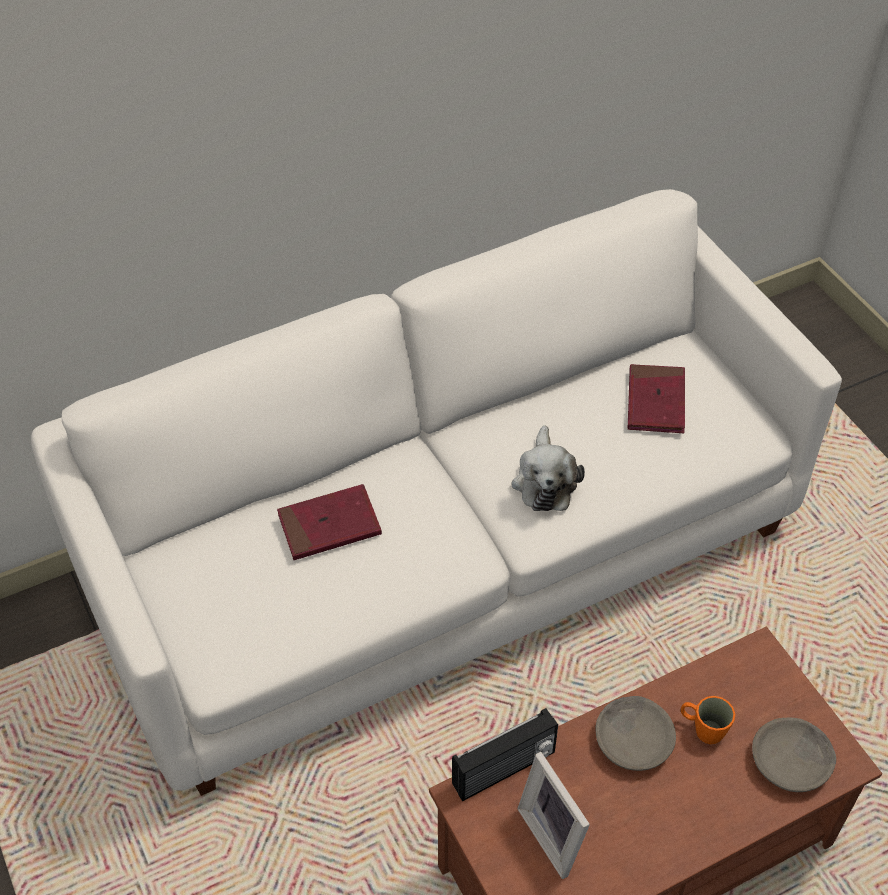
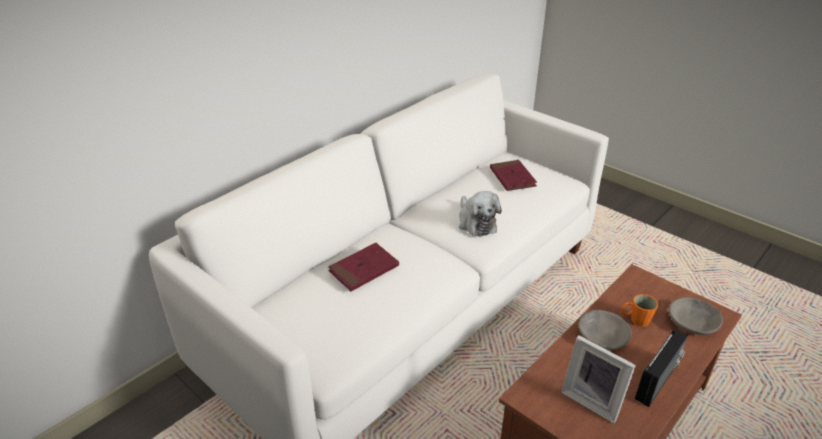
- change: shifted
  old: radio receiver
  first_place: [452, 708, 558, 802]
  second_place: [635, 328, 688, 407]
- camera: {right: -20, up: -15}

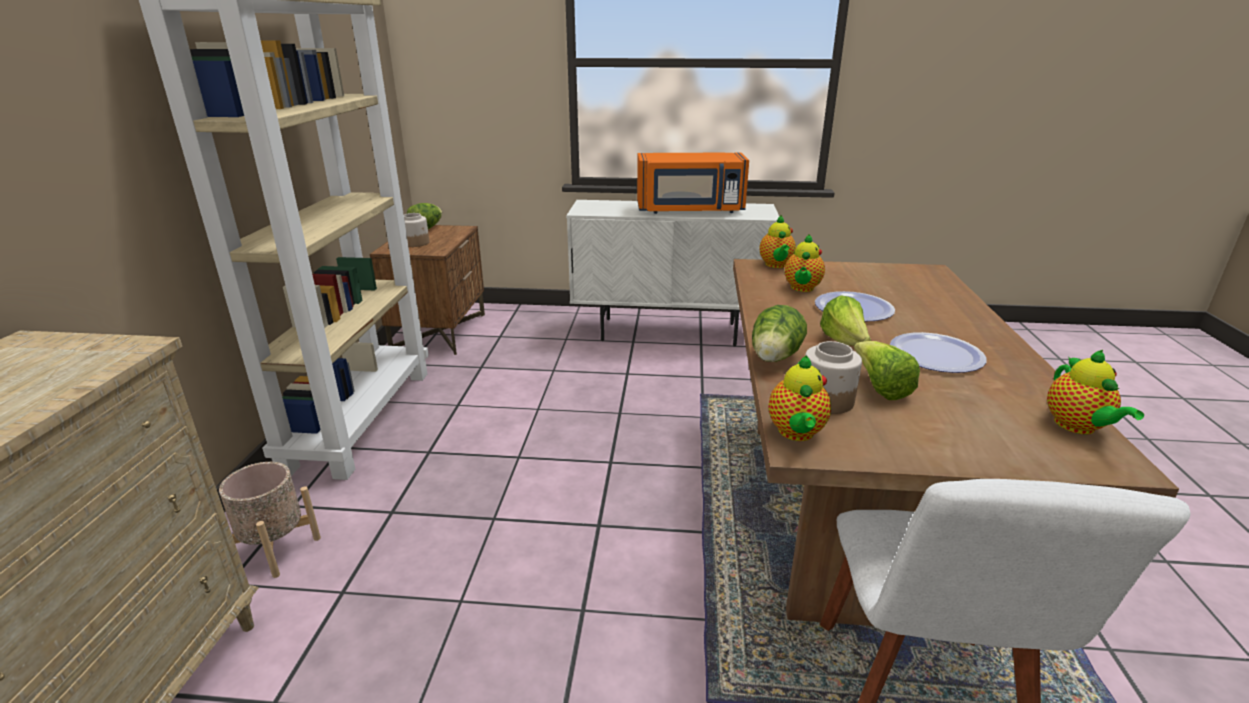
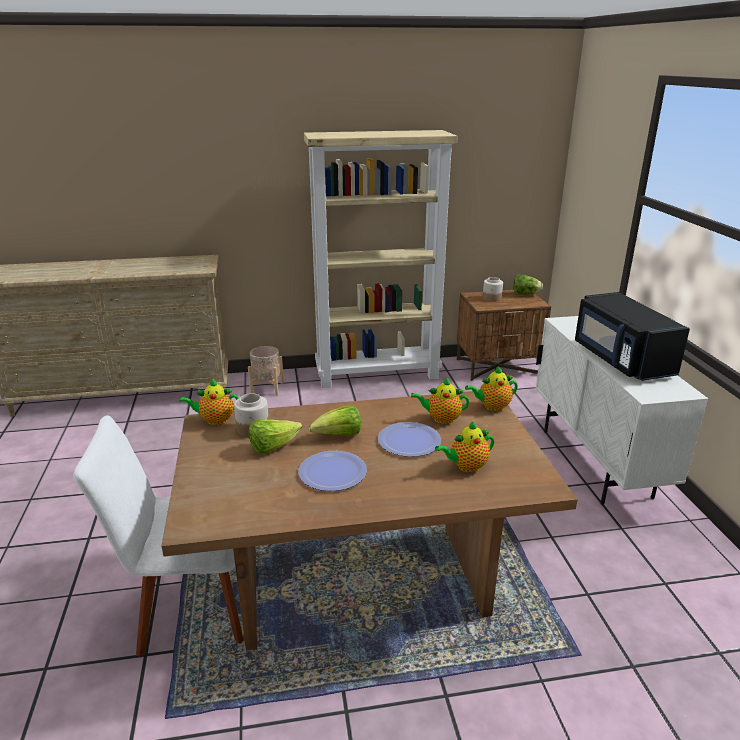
- change: repainted
  old: microwave (orange)
  new: microwave (black)
  first_place: [637, 152, 749, 214]
  second_place: [575, 292, 690, 381]
- change: gone
  old: lettuce
  first_place: [752, 305, 807, 362]
- change: shifted
  old: tea pot
  first_place: [1047, 350, 1144, 435]
  second_place: [435, 421, 494, 473]
- camera: {right: 75, up: 0}

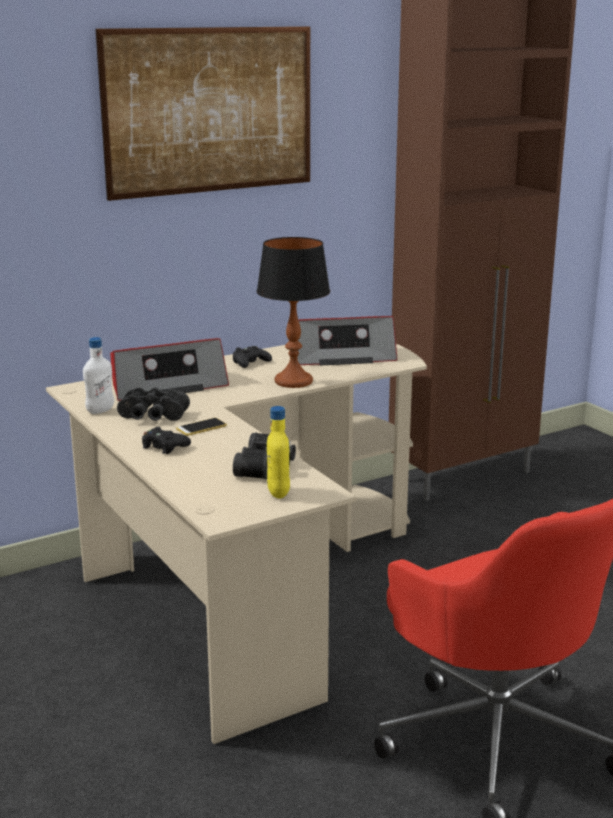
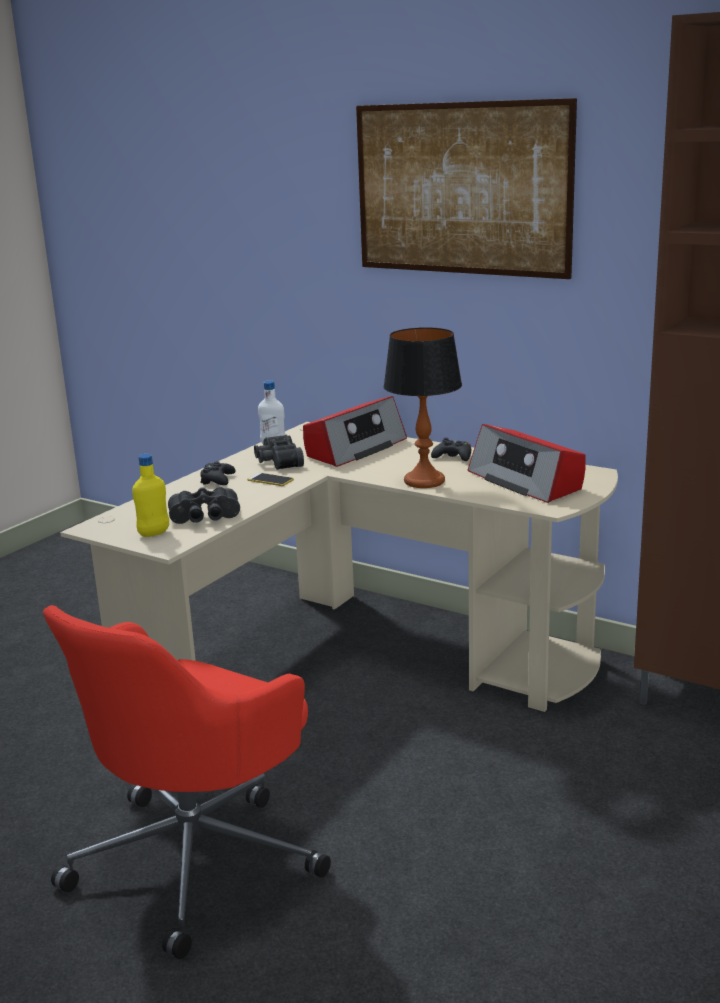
- change: rotated
  old: radio receiver
  first_place: [110, 338, 229, 401]
  second_place: [303, 396, 407, 467]
  degrees: -90
- camera: {right: 65, up: 0}

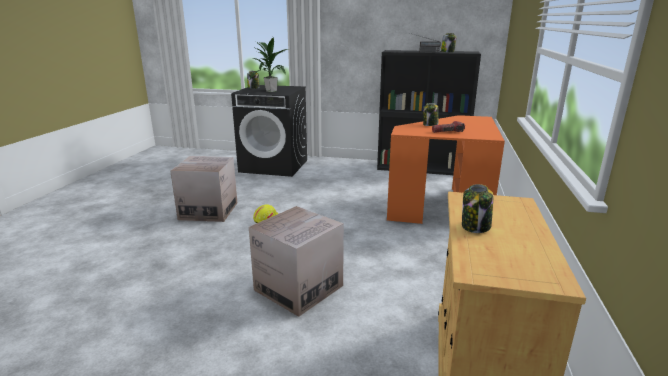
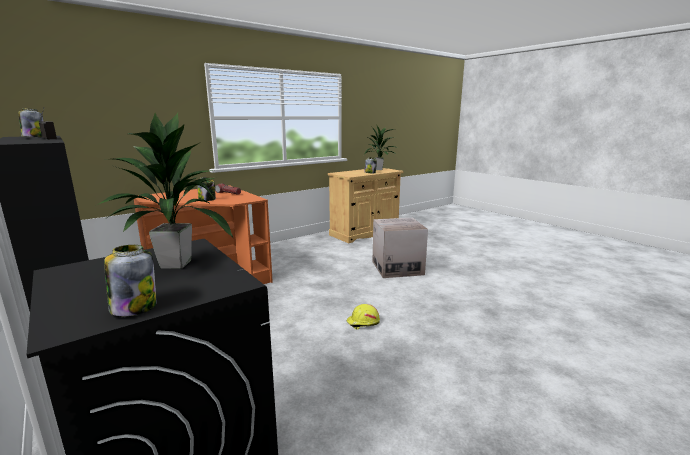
- change: gone
  old: carton
  first_place: [170, 156, 237, 222]
- change: new
  new: plant in a pot
  second_place: [364, 124, 397, 170]
- camera: {right: -140, up: -5}

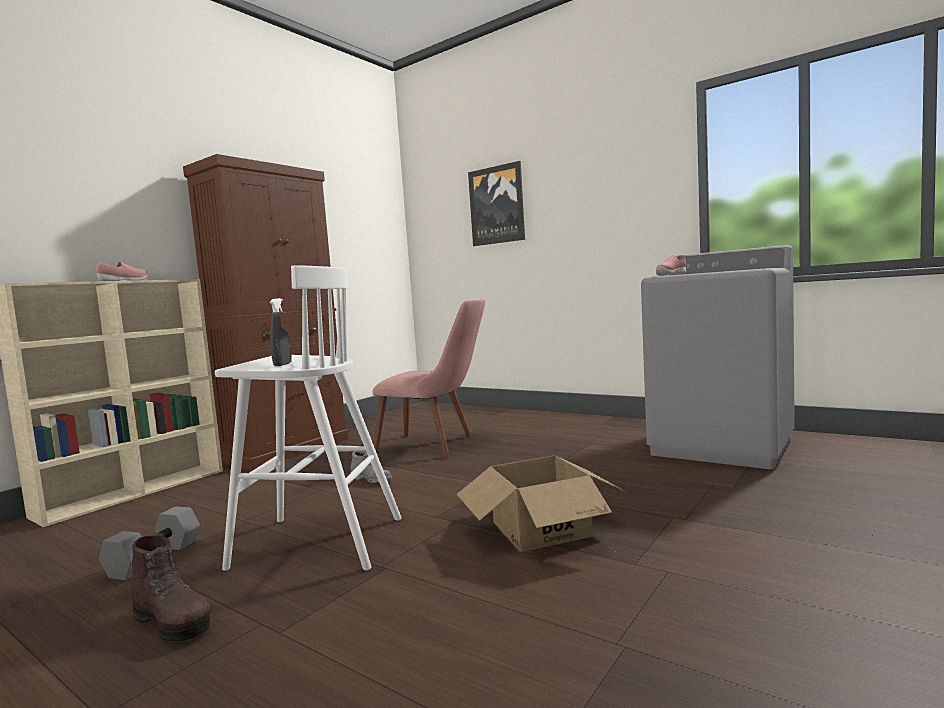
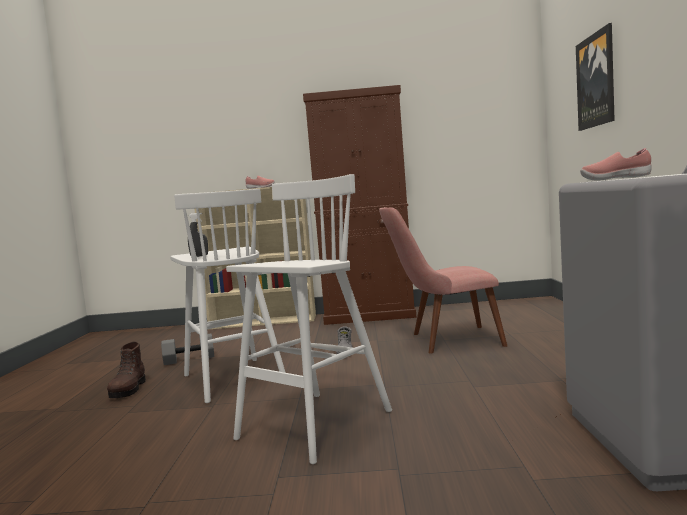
- change: rotated
  old: upright chair (pinkish)
  first_place: [373, 299, 485, 459]
  second_place: [379, 207, 507, 354]
  degrees: 105
- change: swapped
  old: carton
  new: stool (white-coloured)
  first_place: [457, 455, 624, 552]
  second_place: [226, 174, 392, 464]
- camera: {right: 55, up: 0}

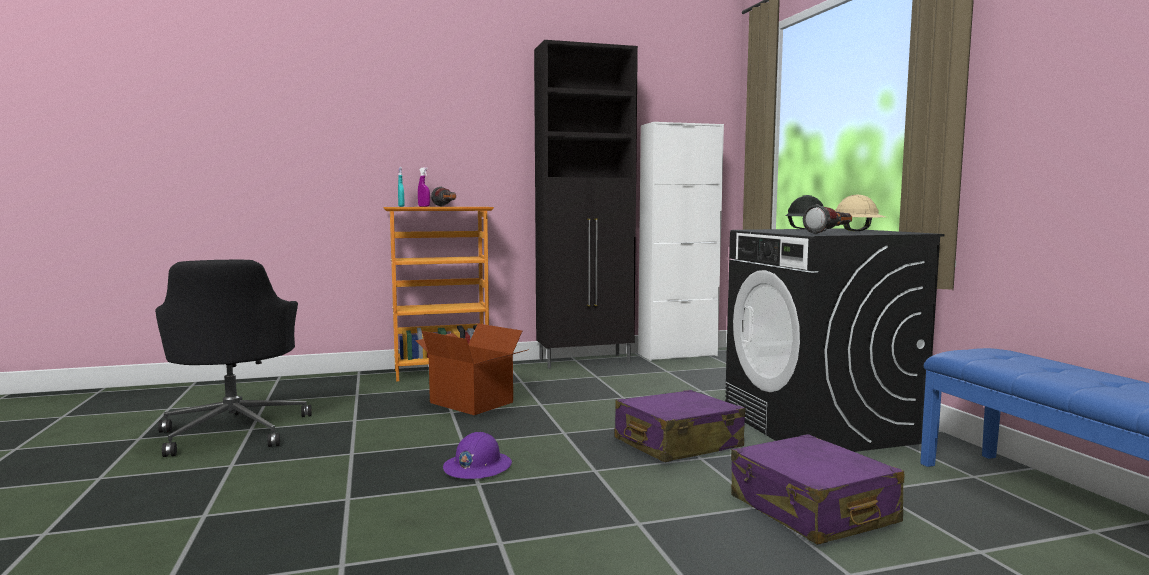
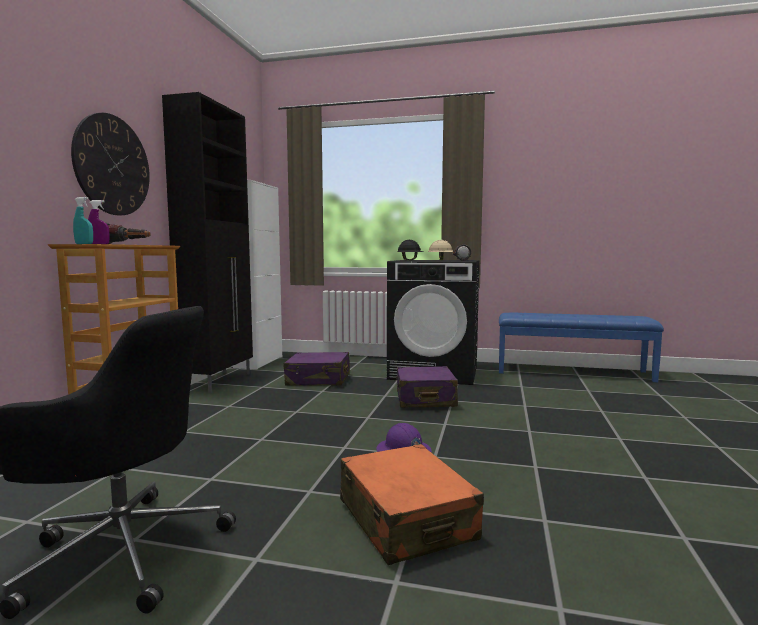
- change: gone
  old: carton
  first_place: [416, 324, 527, 415]
- change: shifted
  old: suitcase (purple)
  first_place: [731, 434, 904, 545]
  second_place: [284, 352, 350, 386]
- change: new
  new: wall clock
  second_place: [71, 113, 150, 215]
- change: new
  new: suitcase (orange)
  second_place: [340, 444, 484, 565]
- camera: {right: -60, up: 0}

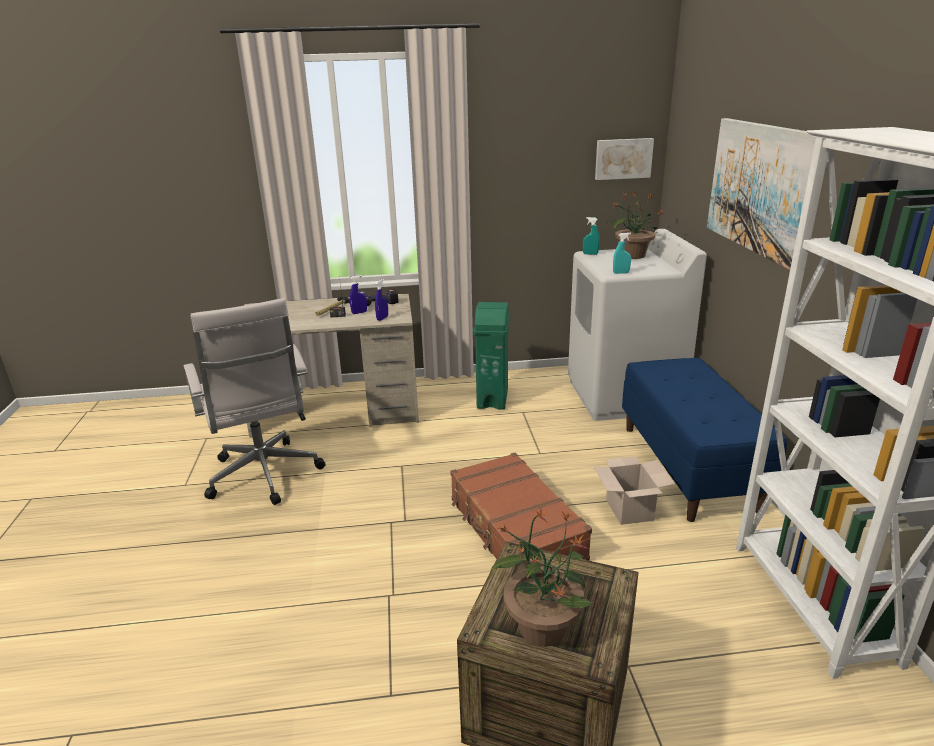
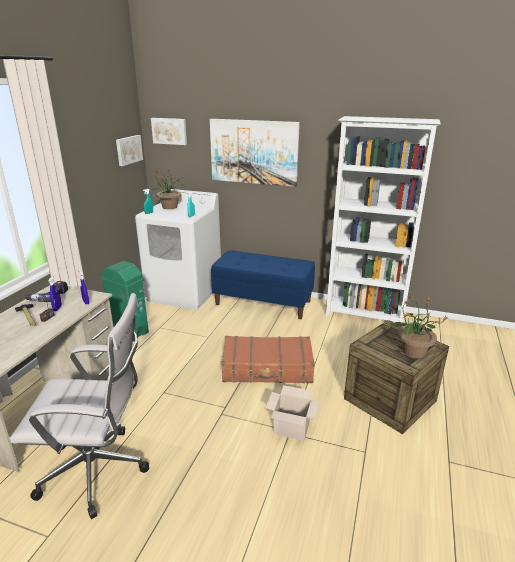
- change: shifted
  old: carton
  first_place: [594, 456, 675, 525]
  second_place: [266, 385, 320, 441]
- change: new
  new: picture
  second_place: [151, 118, 187, 145]
- camera: {right: -65, up: 0}

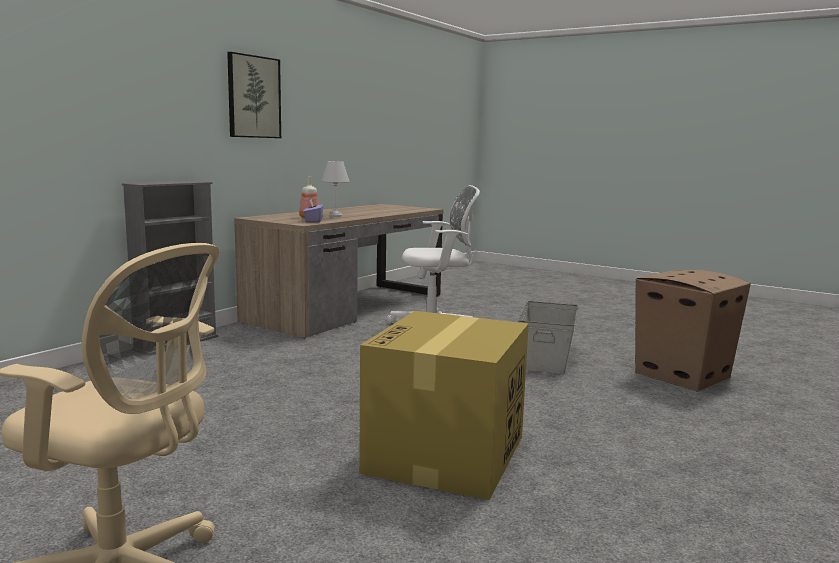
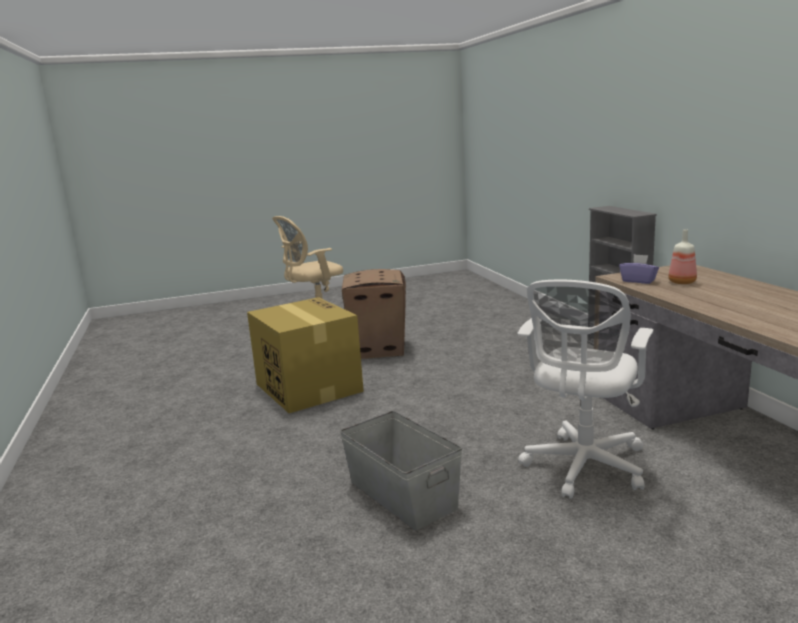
- change: gone
  old: picture
  first_place: [227, 52, 281, 138]
- change: gone
  old: lamp for a table (white-coloured)
  first_place: [321, 161, 350, 217]
- change: shifted
  old: carton
  first_place: [635, 270, 751, 392]
  second_place: [342, 269, 406, 359]
- camera: {right: 130, up: 5}

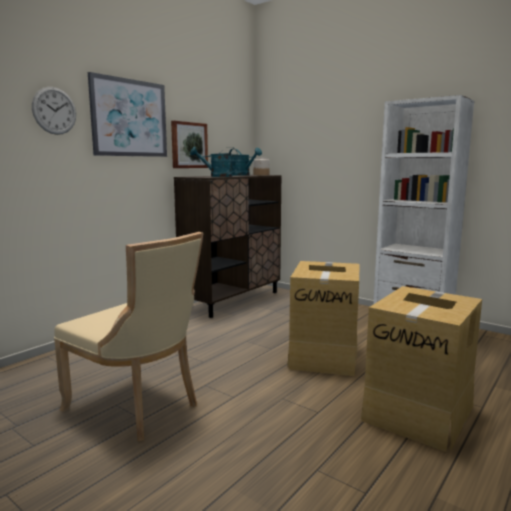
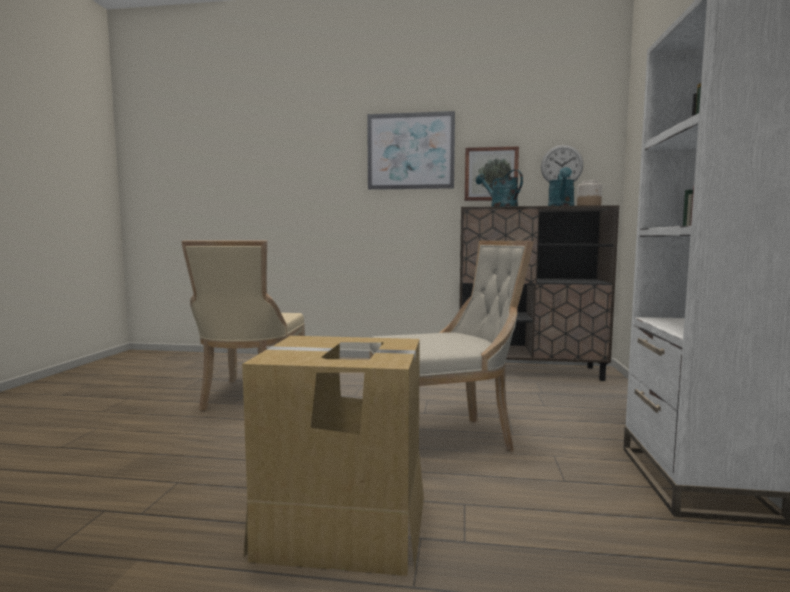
- change: shifted
  old: wall clock
  first_place: [32, 87, 76, 135]
  second_place: [541, 145, 583, 183]
- change: swapped
  old: carton
  new: upright chair (beige-coloured)
  first_place: [287, 261, 359, 376]
  second_place: [369, 240, 534, 451]
- camera: {right: 60, up: -5}

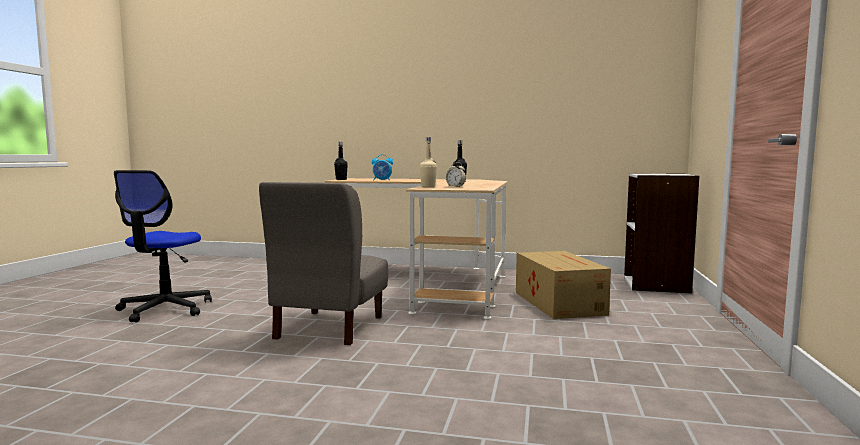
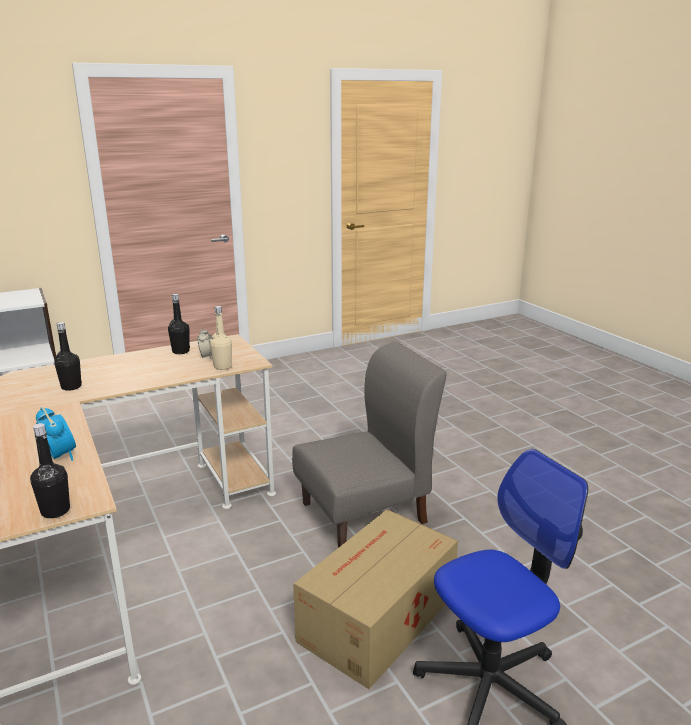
- change: shifted
  old: carton
  first_place: [516, 251, 611, 319]
  second_place: [293, 509, 458, 689]
- change: new
  new: beverage bottle (black)
  second_place: [168, 294, 190, 354]
- camera: {right: -130, up: 15}

